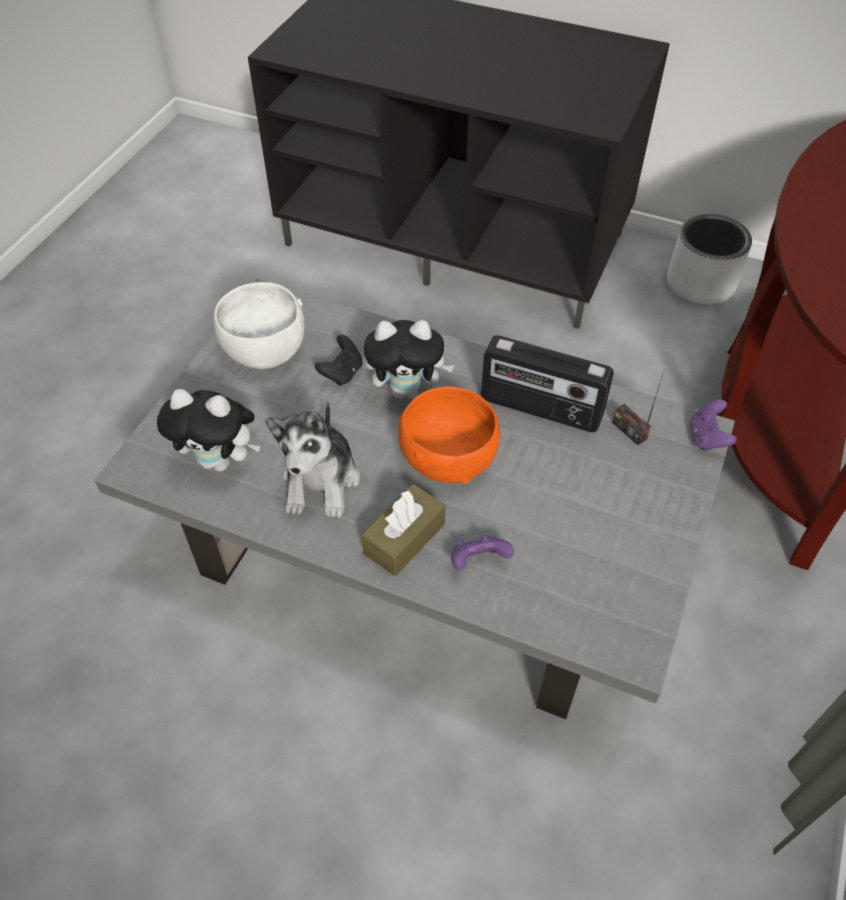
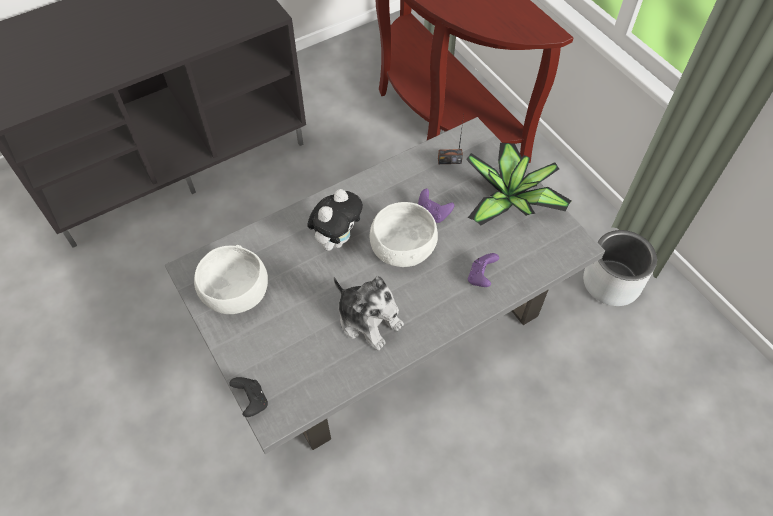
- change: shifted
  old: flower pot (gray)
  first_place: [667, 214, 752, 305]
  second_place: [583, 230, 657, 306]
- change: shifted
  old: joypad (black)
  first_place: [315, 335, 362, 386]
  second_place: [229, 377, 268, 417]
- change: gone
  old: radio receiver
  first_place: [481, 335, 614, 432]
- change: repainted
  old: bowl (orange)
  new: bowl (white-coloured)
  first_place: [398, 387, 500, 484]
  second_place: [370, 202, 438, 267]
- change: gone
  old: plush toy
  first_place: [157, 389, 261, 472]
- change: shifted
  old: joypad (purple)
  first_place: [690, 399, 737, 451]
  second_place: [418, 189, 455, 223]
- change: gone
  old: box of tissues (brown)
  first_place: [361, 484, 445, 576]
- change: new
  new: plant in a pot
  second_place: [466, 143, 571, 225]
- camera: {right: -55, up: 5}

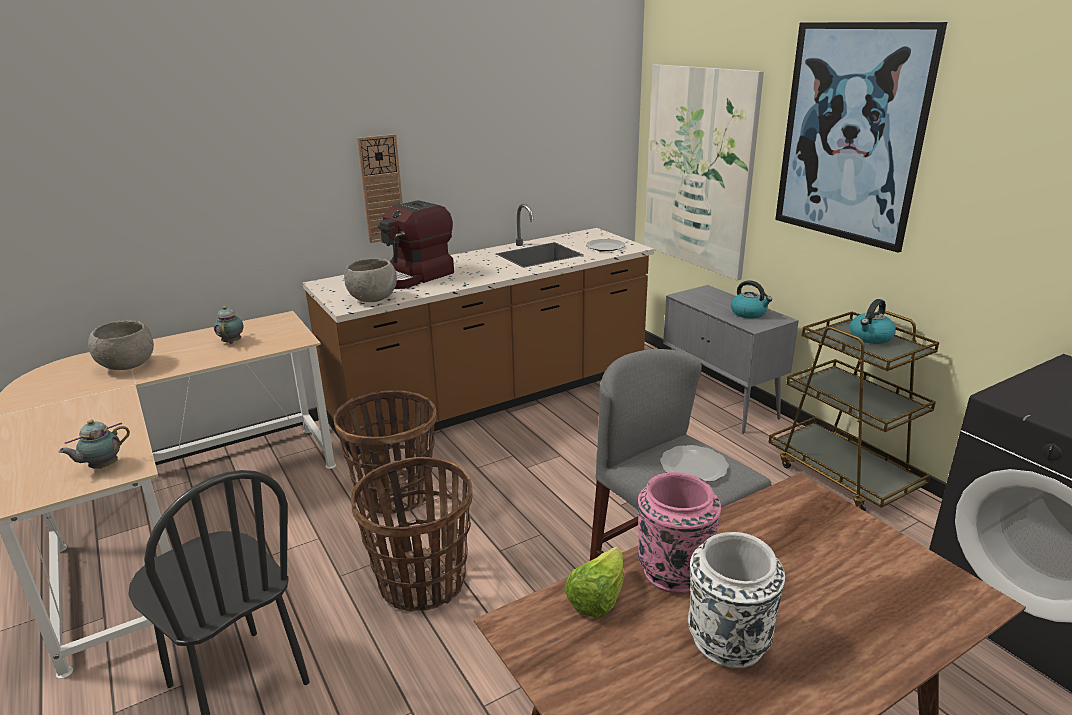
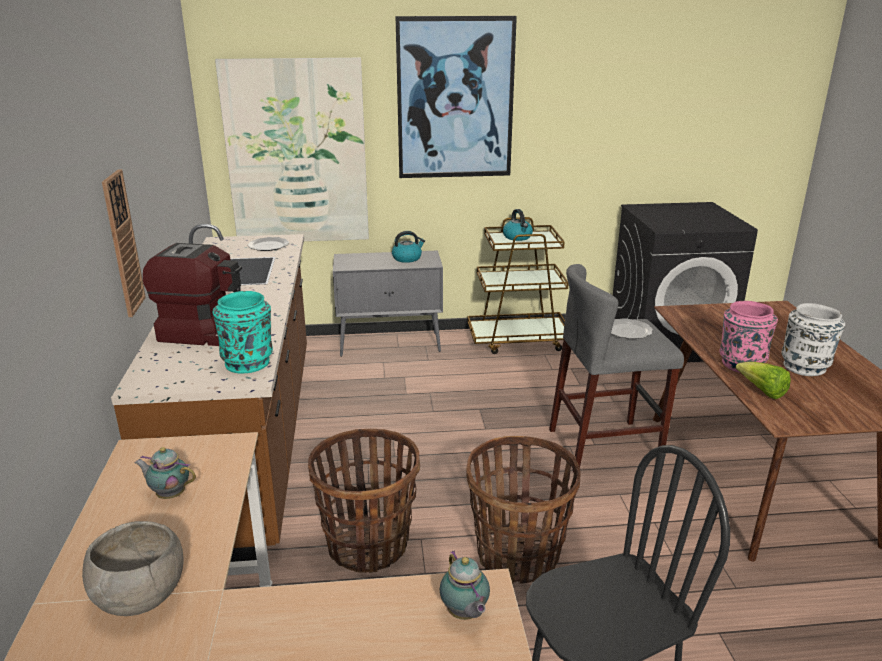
- change: rotated
  old: coffee machine
  first_place: [378, 200, 454, 289]
  second_place: [143, 243, 242, 346]
  degrees: -60
- change: swapped
  old: bowl (gray)
  new: vase (blue-green)
  first_place: [344, 258, 397, 302]
  second_place: [213, 291, 273, 374]
- camera: {right: -65, up: 0}

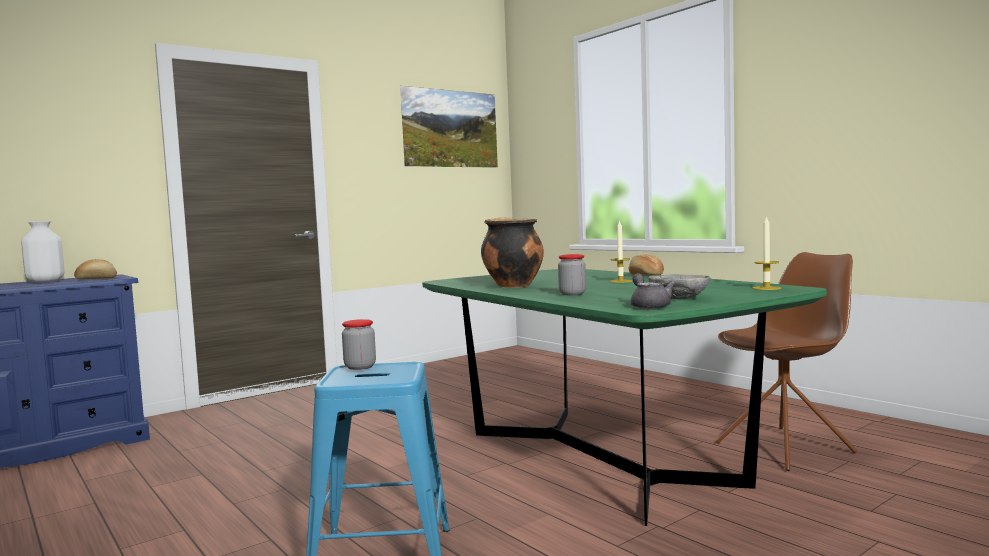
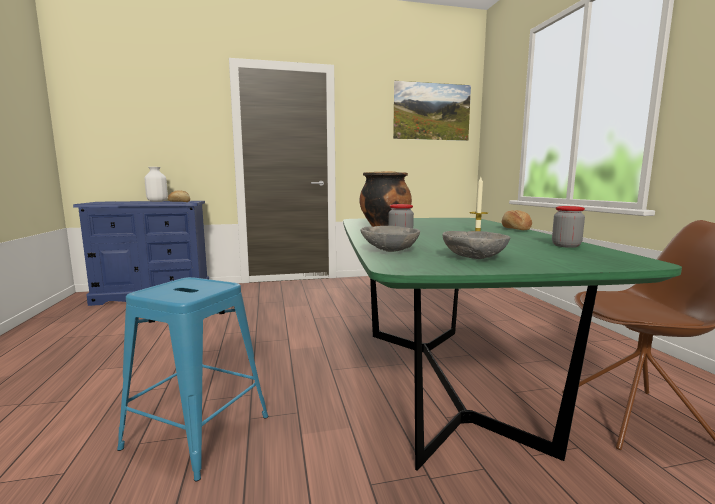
- change: gone
  old: wax light
  first_place: [753, 215, 781, 290]
- change: gone
  old: tea pot (gray)
  first_place: [631, 273, 675, 309]
- change: shifted
  old: jar
  first_place: [342, 319, 376, 370]
  second_place: [552, 206, 585, 248]
- change: new
  new: bowl (gray)
  second_place: [360, 226, 420, 252]
- camera: {right: 25, up: 5}

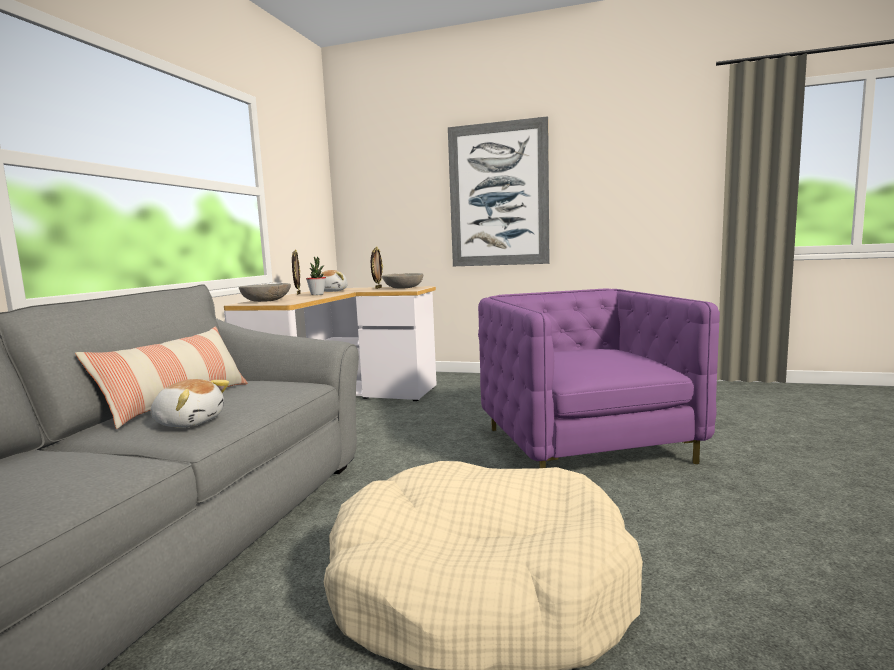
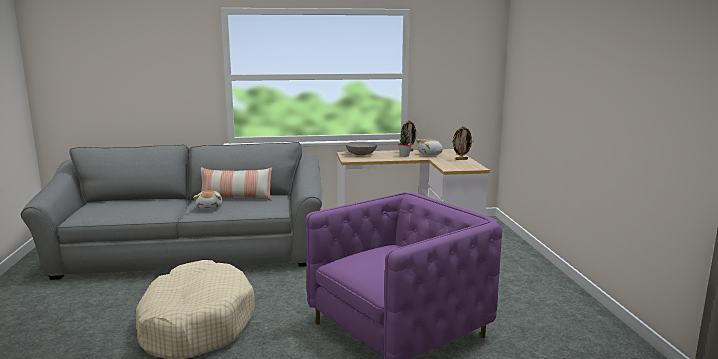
- change: gone
  old: picture
  first_place: [448, 116, 550, 266]
- change: gone
  old: bowl (gray)
  first_place: [382, 273, 423, 288]
- camera: {right: 65, up: 5}

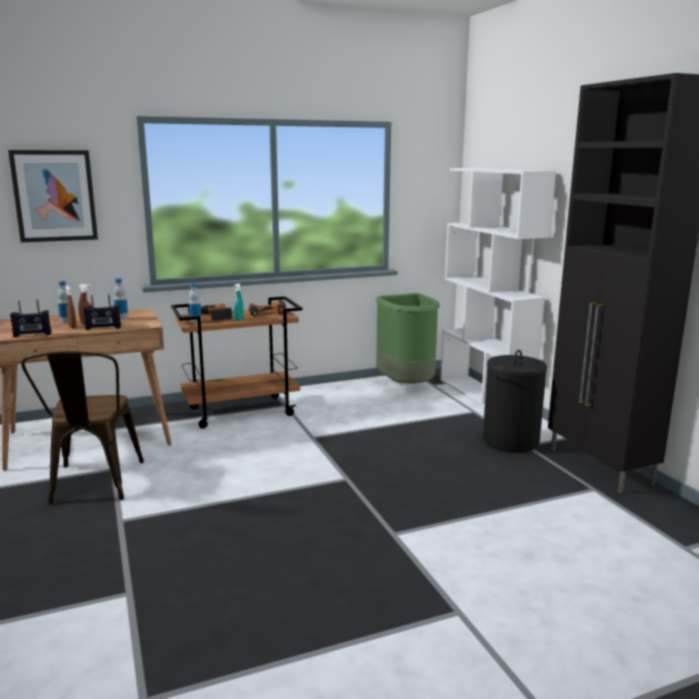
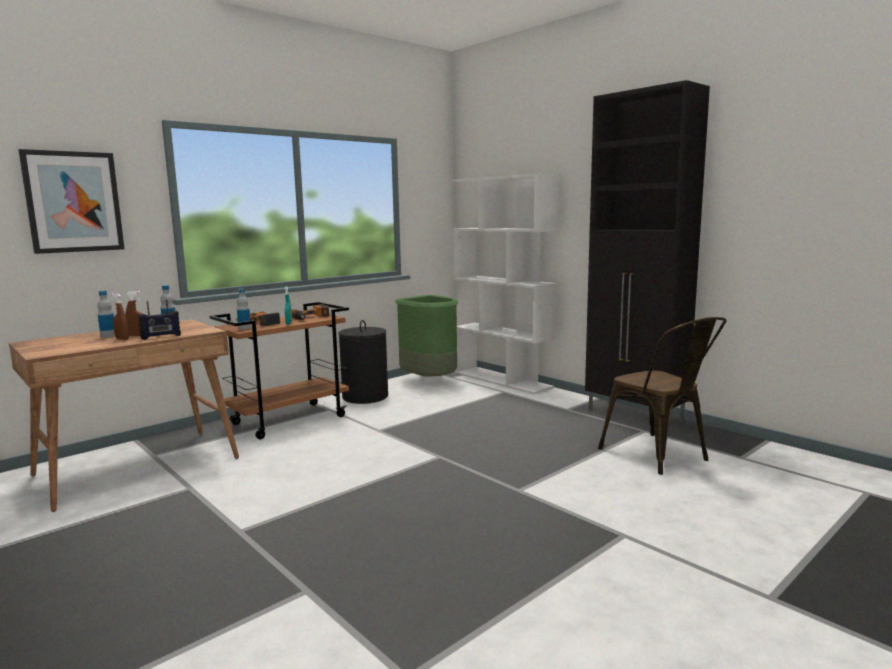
- change: gone
  old: radio receiver
  first_place: [10, 300, 51, 337]
- change: shifted
  old: laundry basket (black)
  first_place: [483, 350, 547, 452]
  second_place: [339, 320, 388, 404]
- change: shifted
  old: upright chair (brown)
  first_place: [21, 351, 144, 505]
  second_place: [598, 317, 726, 475]
- camera: {right: -20, up: -5}

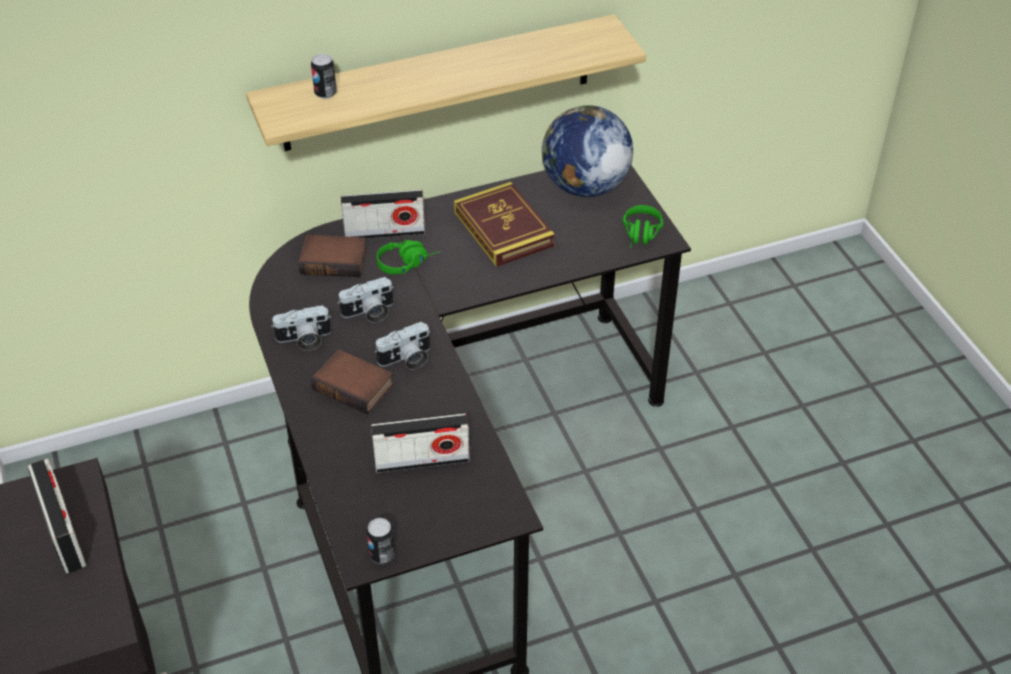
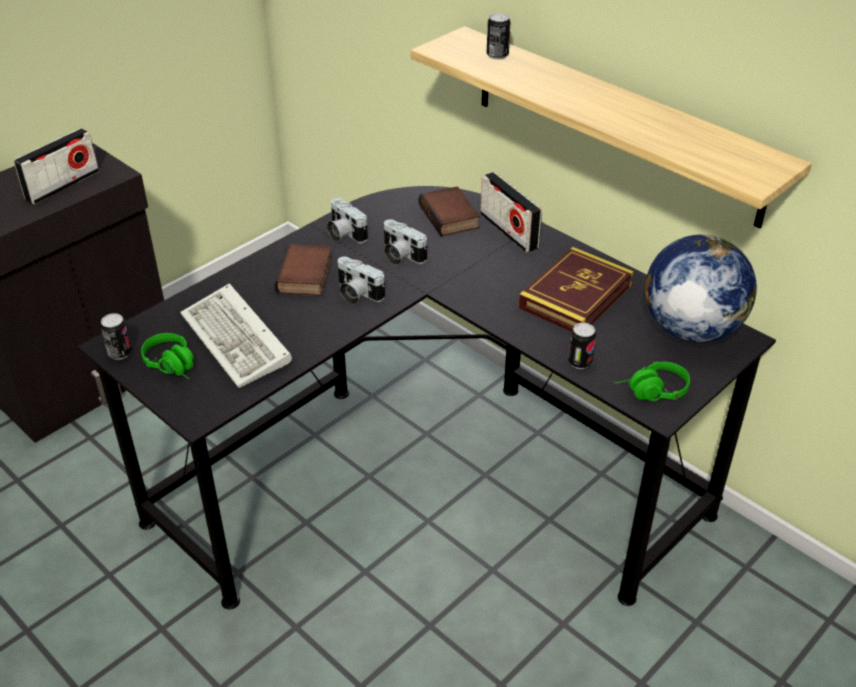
- change: shifted
  old: headphones (green)
  first_place: [377, 240, 440, 274]
  second_place: [141, 333, 194, 379]
- change: swapped
  old: radio receiver
  new: keyboard
  first_place: [371, 414, 470, 473]
  second_place: [180, 283, 292, 388]
- change: new
  new: sealed can
  second_place: [568, 323, 596, 369]
- camera: {right: 65, up: -5}

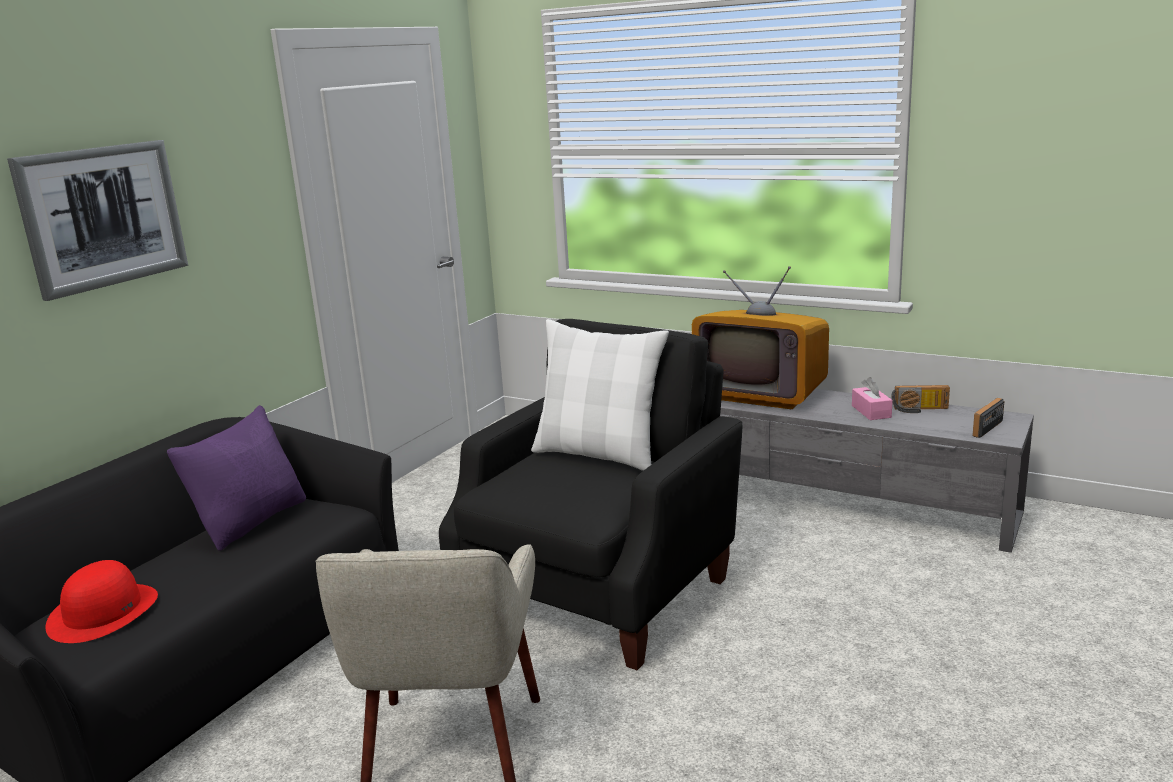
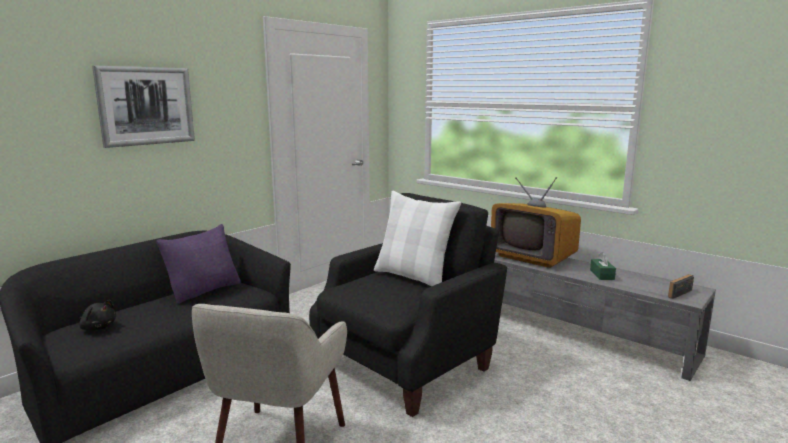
- change: repainted
  old: box of tissues (pinkish)
  new: box of tissues (green)
  first_place: [852, 377, 893, 420]
  second_place: [590, 252, 616, 280]
- change: gone
  old: radio receiver
  first_place: [891, 385, 950, 413]
- change: swapped
  old: clothing hat (red)
  new: plush toy (black)
  first_place: [45, 560, 158, 643]
  second_place: [79, 300, 116, 330]
- camera: {right: 10, up: -5}

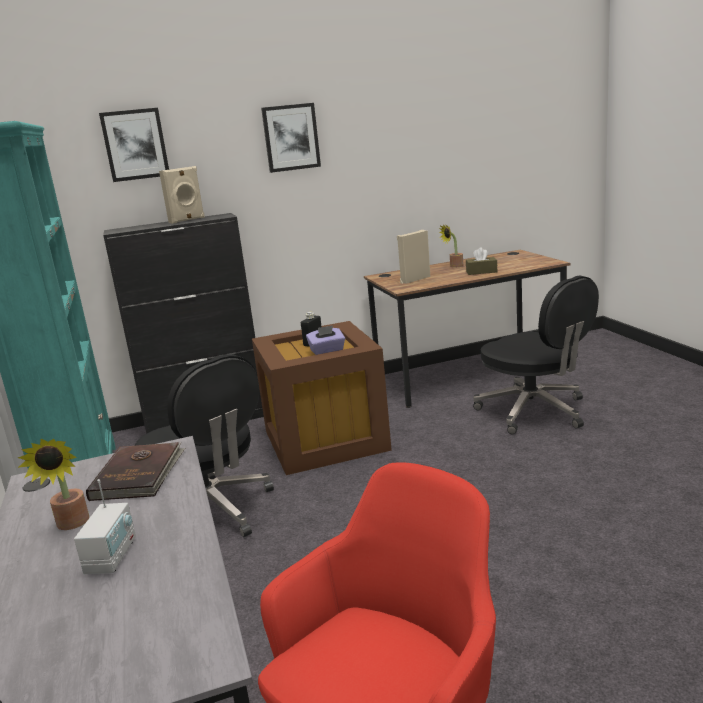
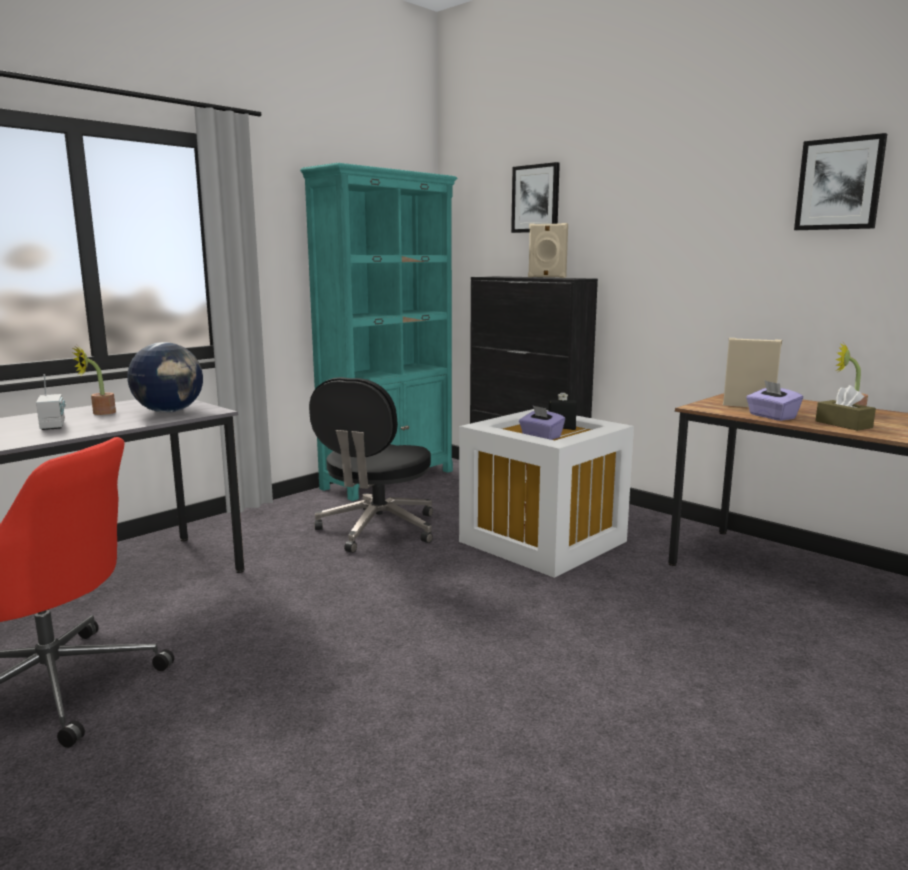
- change: shifted
  old: picture
  first_place: [261, 103, 321, 173]
  second_place: [794, 133, 887, 230]
- change: gone
  old: office chair (black)
  first_place: [473, 276, 599, 434]
- change: repainted
  old: storage container (brown)
  new: storage container (white-coloured)
  first_place: [252, 321, 392, 475]
  second_place: [459, 409, 634, 578]
- change: swapped
  old: book (brown)
  new: desk globe
  first_place: [86, 442, 185, 501]
  second_place: [127, 342, 203, 413]
- change: rotated
  old: radio receiver
  first_place: [74, 479, 136, 574]
  second_place: [36, 374, 65, 430]
  degrees: -90
- change: new
  new: box of tissues (purple)
  second_place: [746, 380, 803, 421]
- camera: {right: 60, up: -5}

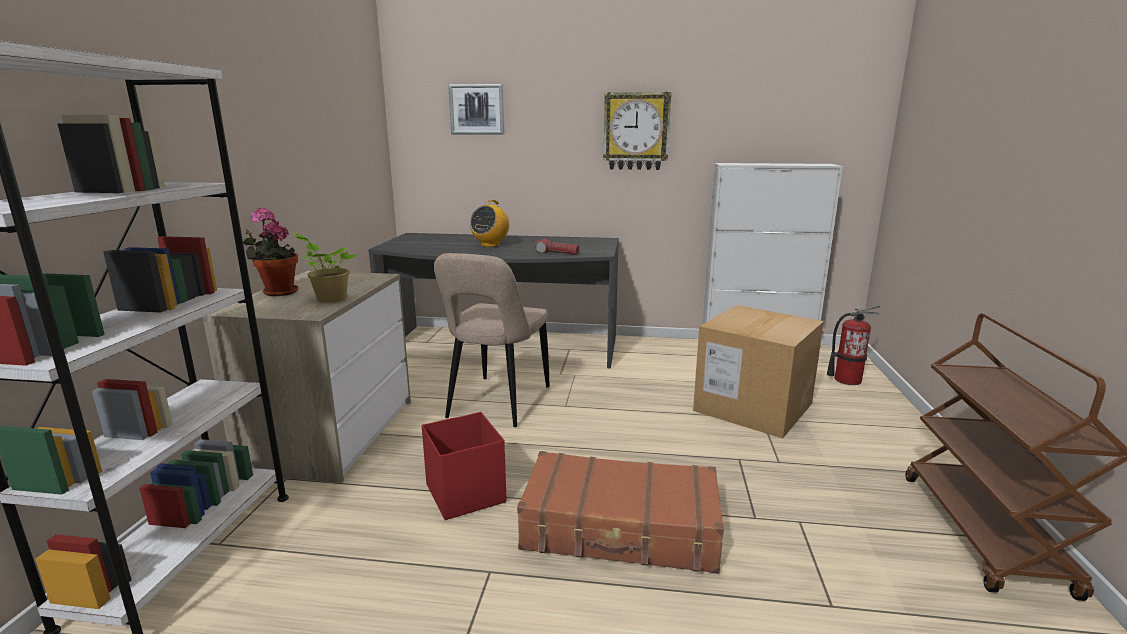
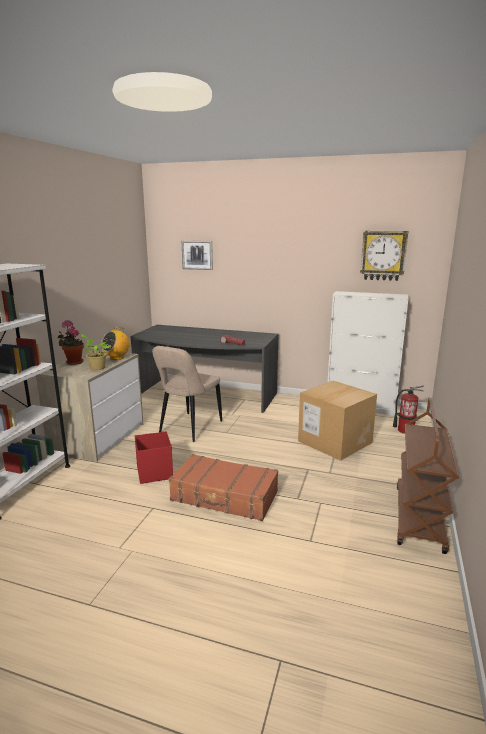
- change: shifted
  old: wall clock
  first_place: [603, 92, 671, 170]
  second_place: [360, 231, 408, 281]
- change: shifted
  old: radio receiver
  first_place: [470, 200, 509, 247]
  second_place: [101, 327, 130, 360]
- camera: {right: 10, up: 0}

